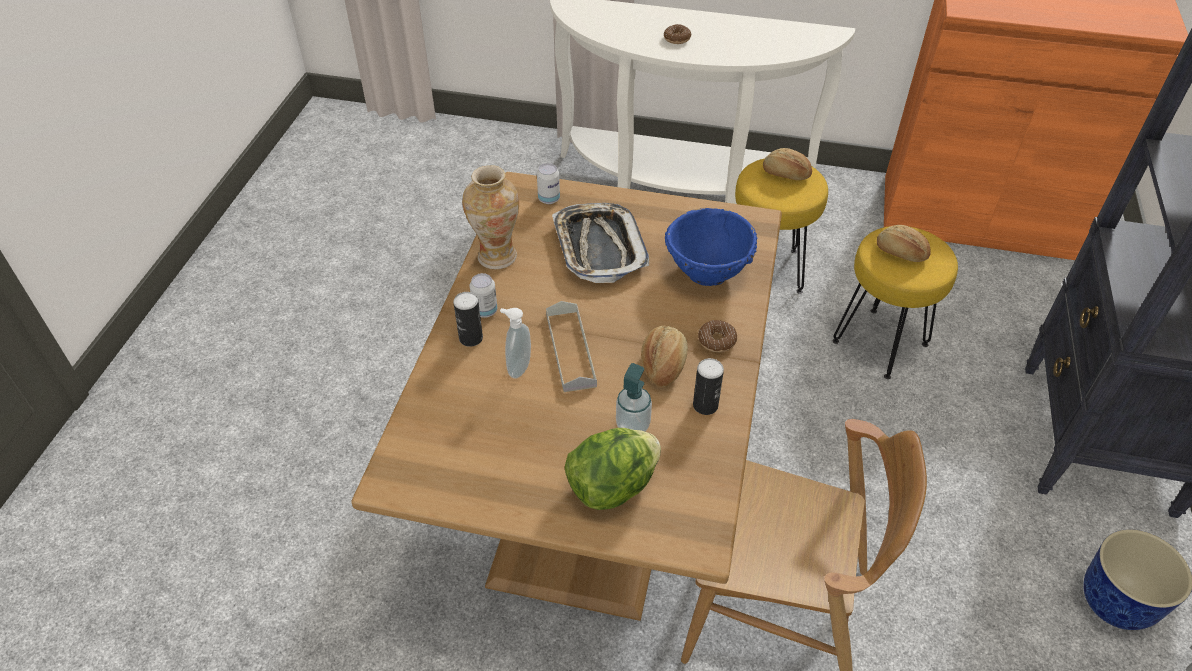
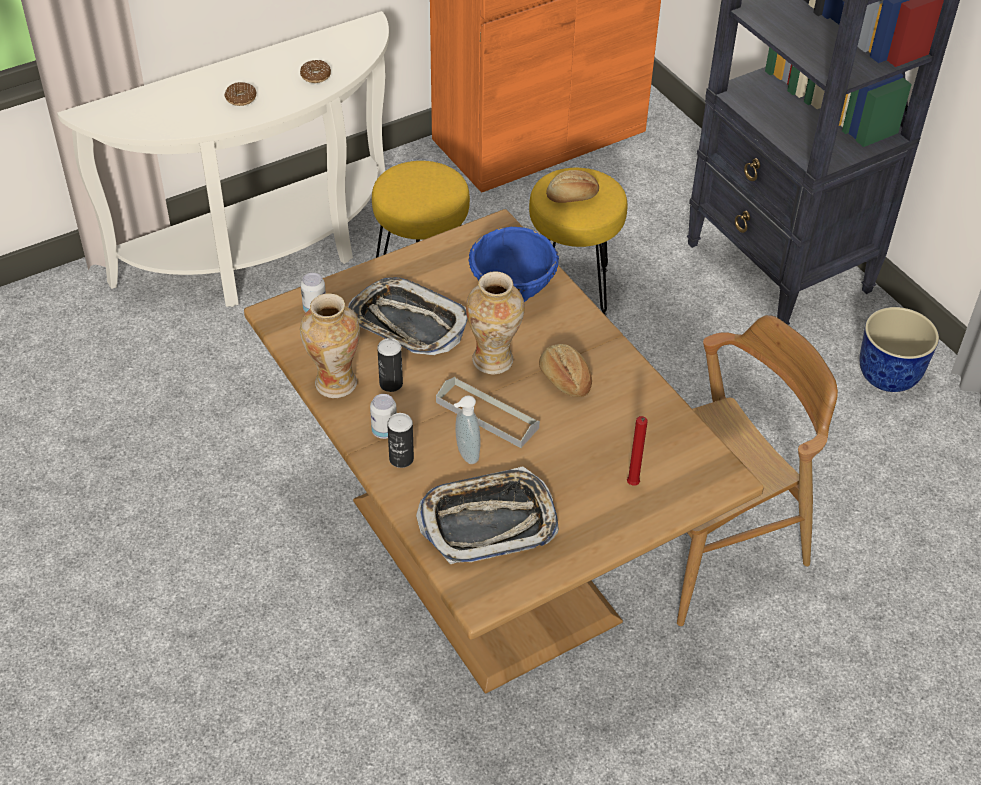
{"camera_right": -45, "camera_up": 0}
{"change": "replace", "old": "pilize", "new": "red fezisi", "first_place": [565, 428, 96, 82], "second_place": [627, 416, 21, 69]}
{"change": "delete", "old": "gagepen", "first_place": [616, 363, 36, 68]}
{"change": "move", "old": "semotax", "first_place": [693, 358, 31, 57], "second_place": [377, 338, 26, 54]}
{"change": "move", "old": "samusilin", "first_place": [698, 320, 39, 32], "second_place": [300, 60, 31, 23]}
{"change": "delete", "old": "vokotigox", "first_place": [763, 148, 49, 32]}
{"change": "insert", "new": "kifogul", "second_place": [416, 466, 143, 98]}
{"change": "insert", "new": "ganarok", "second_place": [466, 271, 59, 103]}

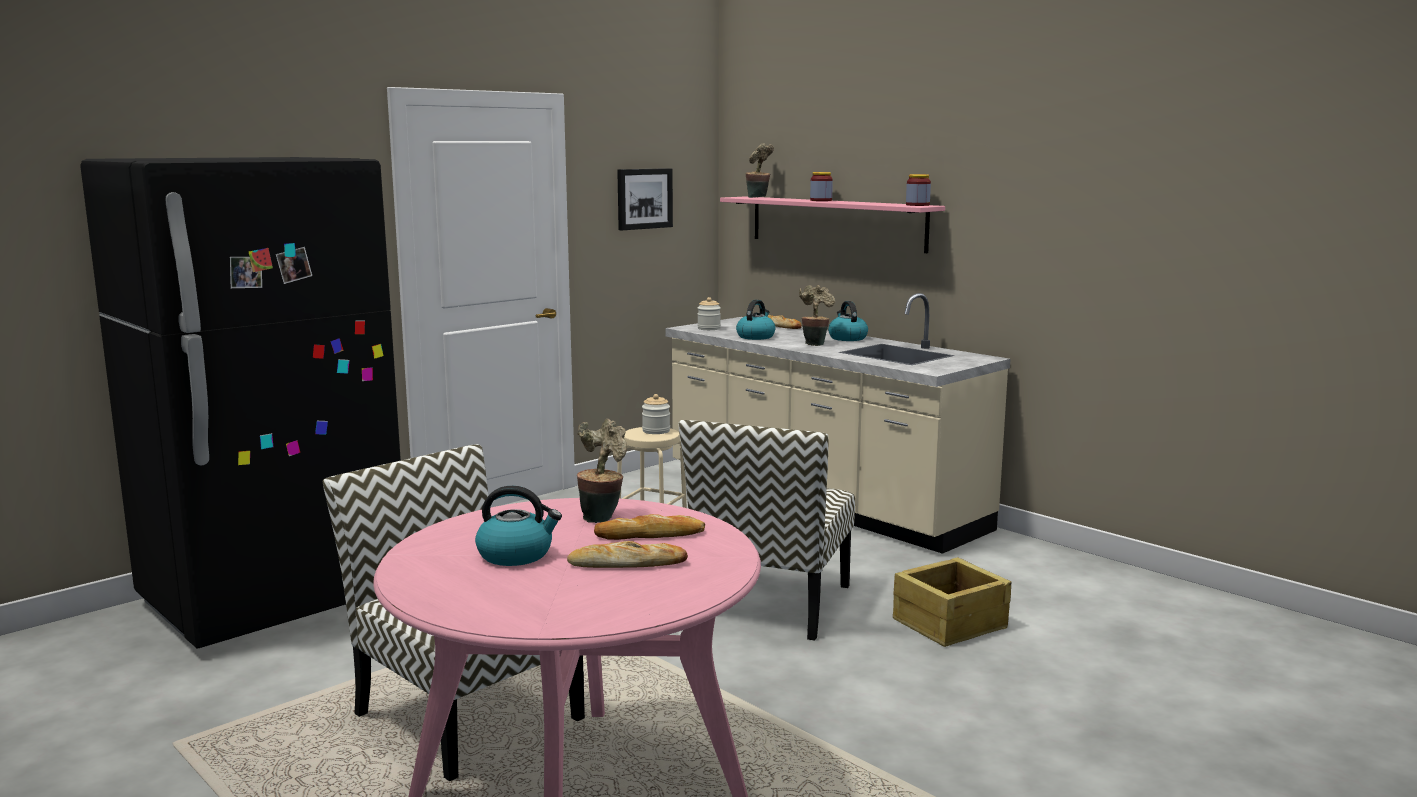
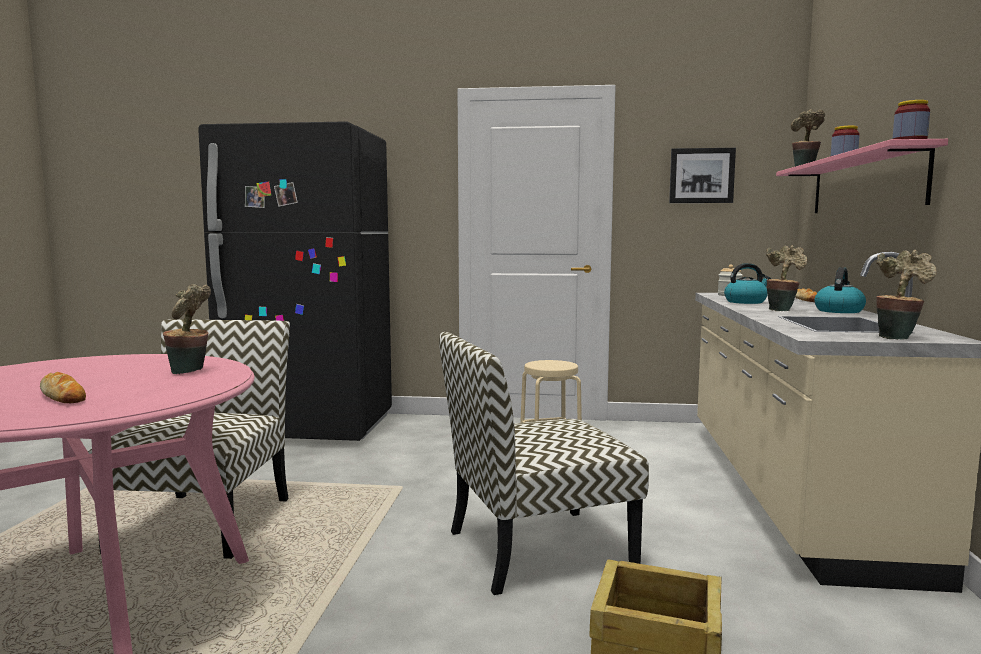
{"camera_right": 50, "camera_up": -5}
{"change": "delete", "old": "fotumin", "first_place": [475, 486, 87, 80]}
{"change": "delete", "old": "vokotigox", "first_place": [594, 514, 111, 26]}
{"change": "delete", "old": "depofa", "first_place": [642, 394, 28, 40]}
{"change": "insert", "new": "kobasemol", "second_place": [876, 250, 61, 90]}

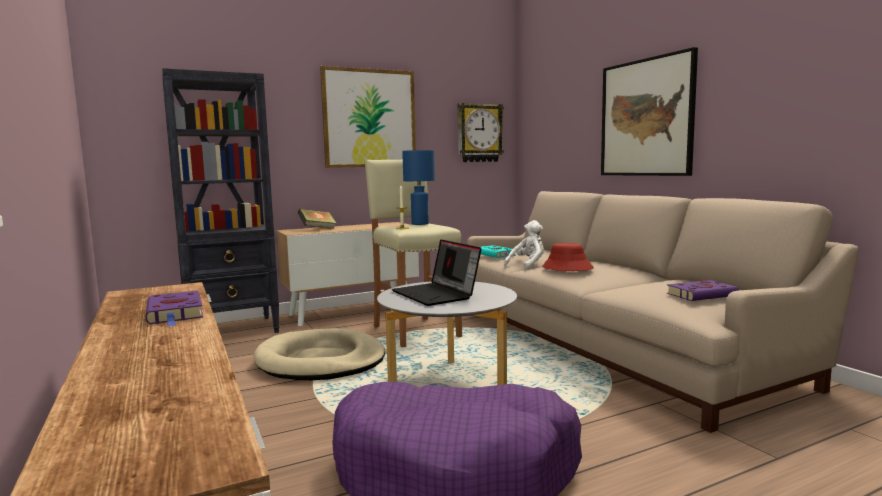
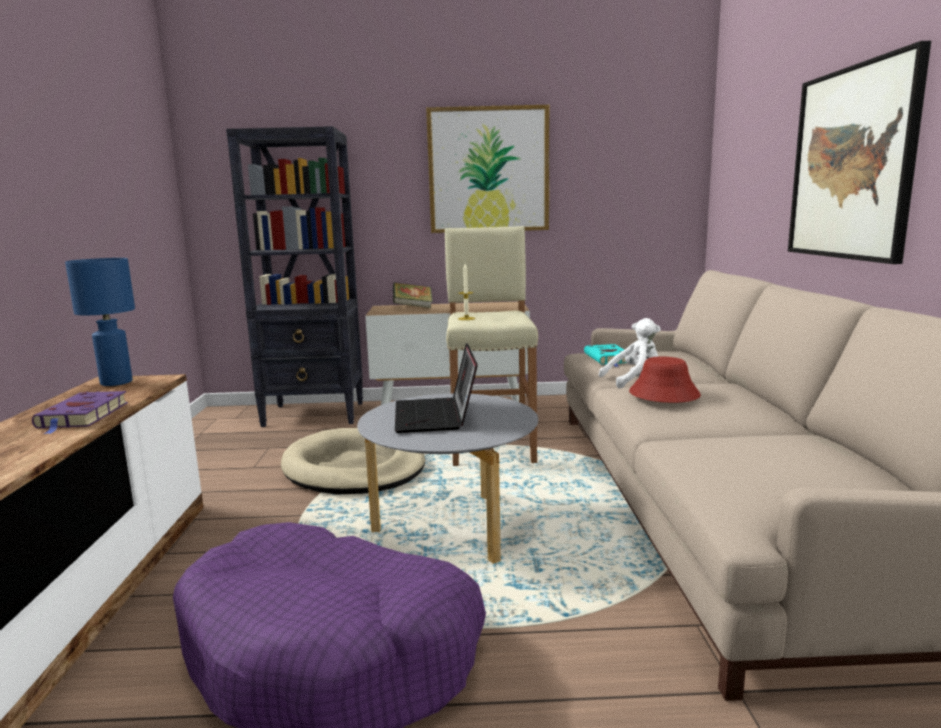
{"camera_right": 25, "camera_up": 5}
{"change": "move", "old": "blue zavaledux", "first_place": [402, 150, 33, 75], "second_place": [65, 258, 70, 128]}
{"change": "delete", "old": "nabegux", "first_place": [458, 103, 46, 59]}
{"change": "delete", "old": "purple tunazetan", "first_place": [667, 280, 72, 21]}

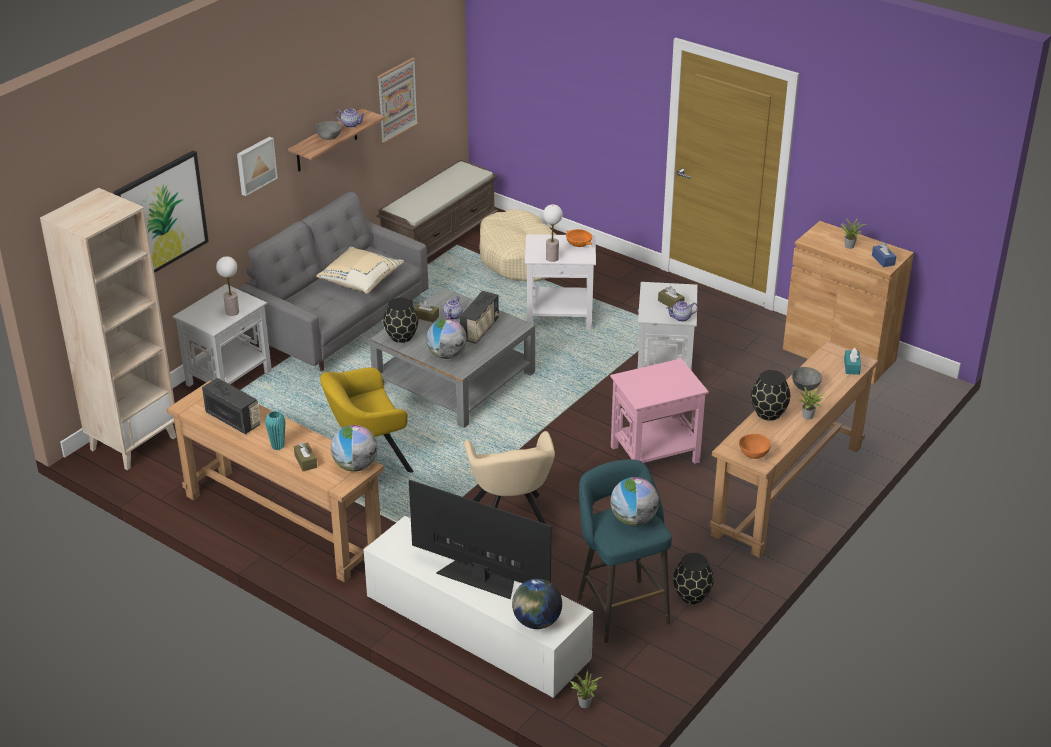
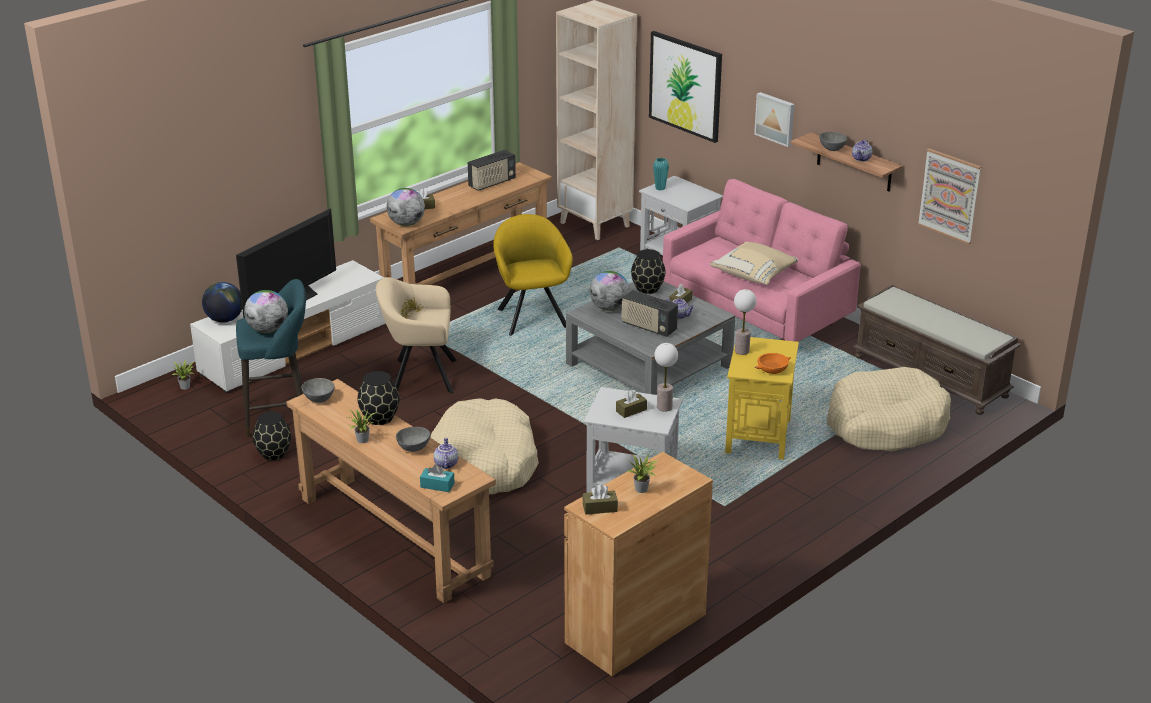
{"camera_right": 100, "camera_up": -5}
{"change": "move", "old": "zavaledux", "first_place": [216, 256, 23, 60], "second_place": [654, 343, 24, 69]}
{"change": "recolor", "old": "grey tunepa", "new": "pink tunepa", "first_place": [238, 191, 190, 180], "second_place": [663, 179, 198, 163]}
{"change": "move", "old": "turquoise ganarok", "first_place": [265, 411, 20, 39], "second_place": [653, 158, 16, 33]}
{"change": "recolor", "old": "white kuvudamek", "new": "yellow kuvudamek", "first_place": [525, 234, 71, 96], "second_place": [725, 337, 74, 123]}
{"change": "replace", "old": "pink kuvudamek", "new": "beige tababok", "first_place": [610, 359, 99, 105], "second_place": [431, 398, 108, 96]}
{"change": "move", "old": "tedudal", "first_place": [666, 301, 32, 21], "second_place": [434, 438, 25, 31]}
{"change": "recolor", "old": "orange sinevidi", "new": "grey sinevidi", "first_place": [739, 434, 32, 25], "second_place": [301, 378, 33, 25]}
{"change": "recolor", "old": "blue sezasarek", "new": "brown sezasarek", "first_place": [872, 242, 24, 25], "second_place": [583, 484, 35, 31]}

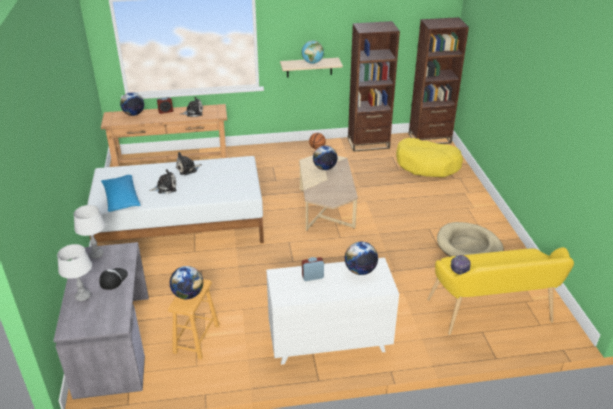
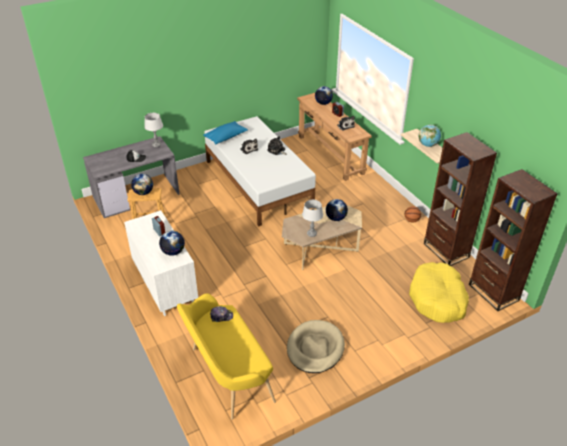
{"camera_right": 70, "camera_up": 5}
{"change": "move", "old": "grey zavaledux", "first_place": [57, 244, 35, 57], "second_place": [302, 200, 21, 37]}

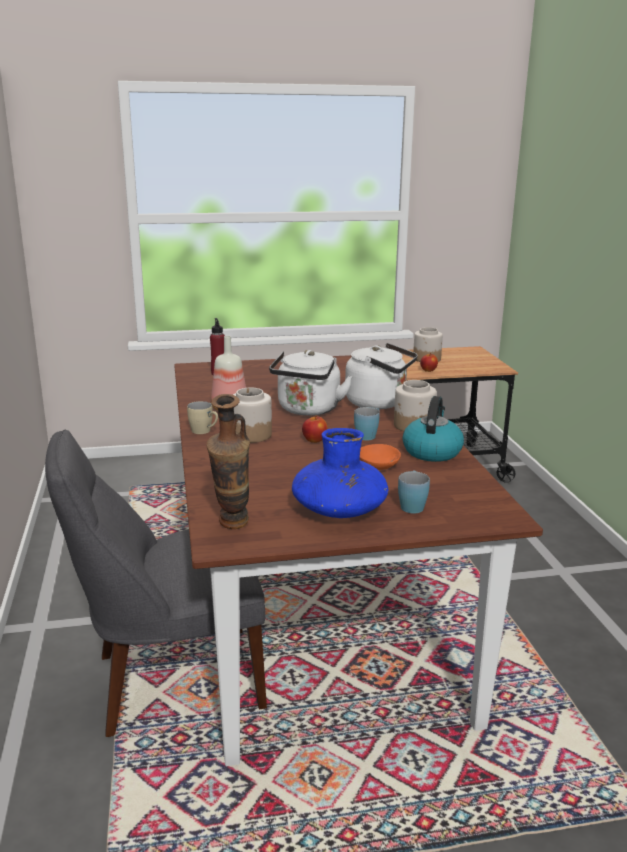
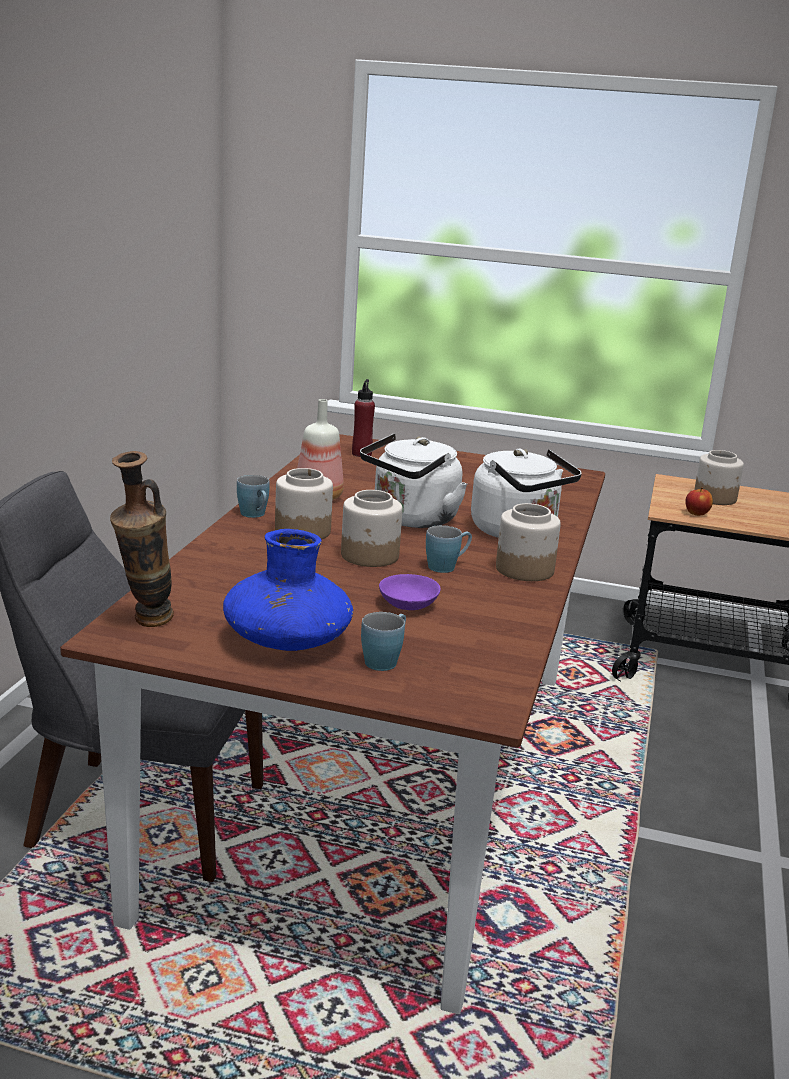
{"camera_right": 25, "camera_up": 0}
{"change": "recolor", "old": "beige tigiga", "new": "blue tigiga", "first_place": [187, 401, 31, 33], "second_place": [237, 475, 33, 43]}
{"change": "replace", "old": "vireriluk", "new": "depofa", "first_place": [302, 415, 26, 28], "second_place": [341, 490, 62, 77]}
{"change": "recolor", "old": "orange sinevidi", "new": "purple sinevidi", "first_place": [360, 444, 41, 26], "second_place": [379, 574, 61, 36]}
{"change": "delete", "old": "fotumin", "first_place": [403, 396, 61, 66]}

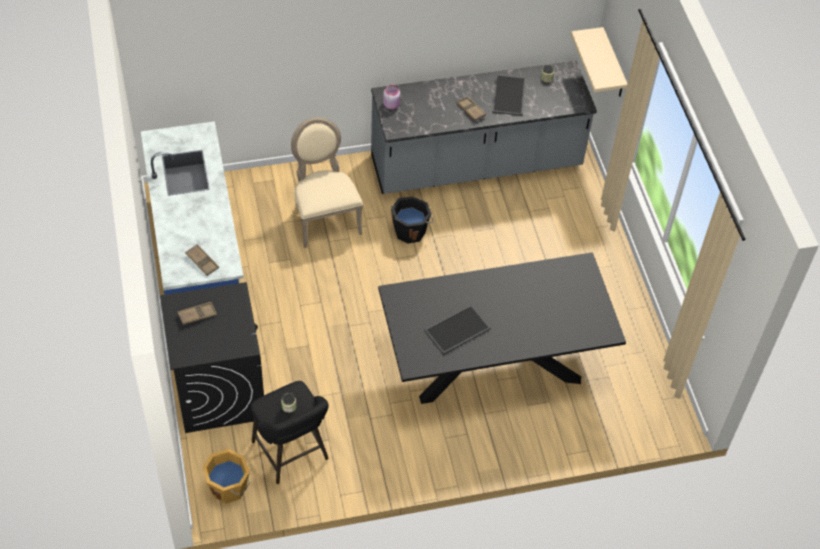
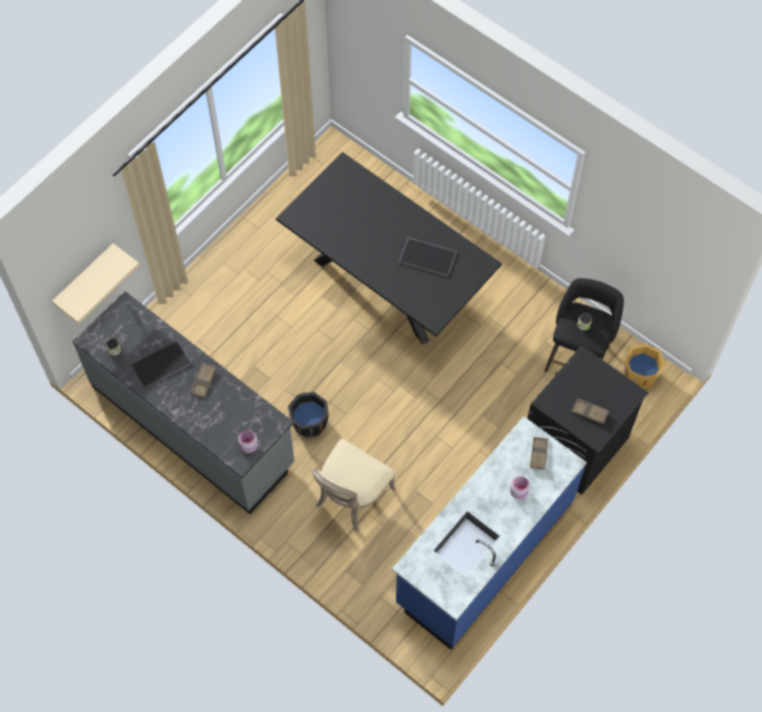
{"camera_right": -125, "camera_up": 10}
{"change": "insert", "new": "pink depofa", "second_place": [510, 476, 20, 23]}

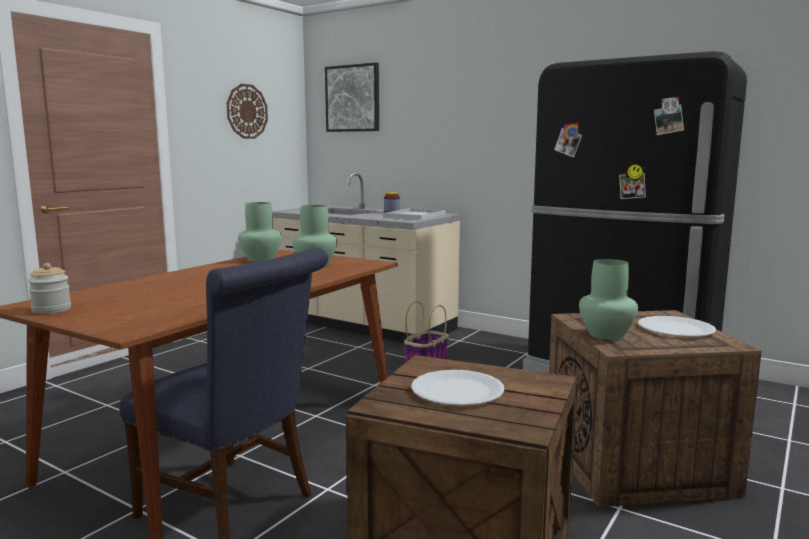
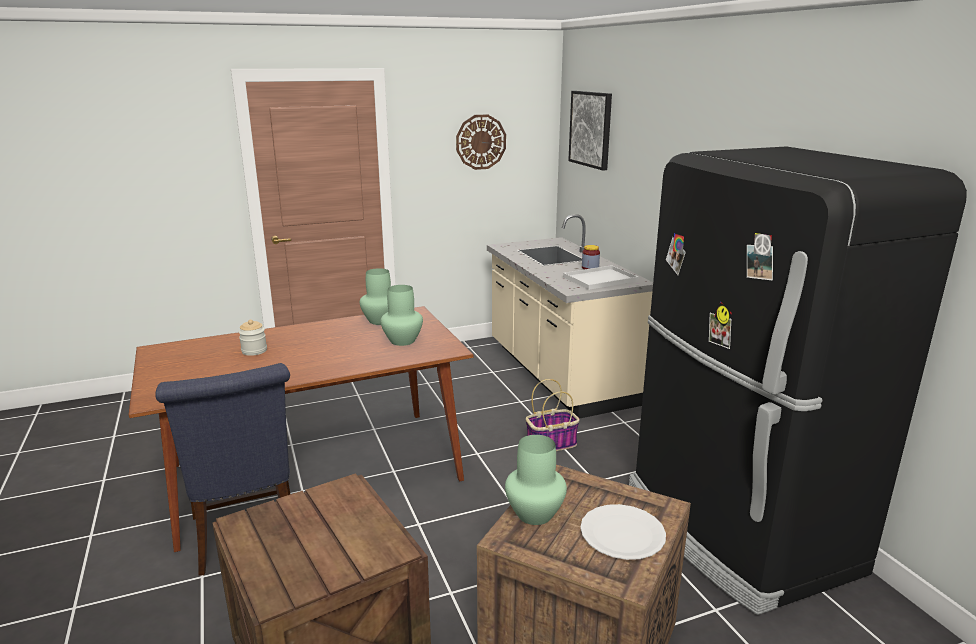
{"camera_right": 35, "camera_up": 10}
{"change": "move", "old": "depofa", "first_place": [28, 263, 43, 51], "second_place": [239, 319, 28, 37]}
{"change": "delete", "old": "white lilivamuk", "first_place": [411, 370, 93, 36]}

